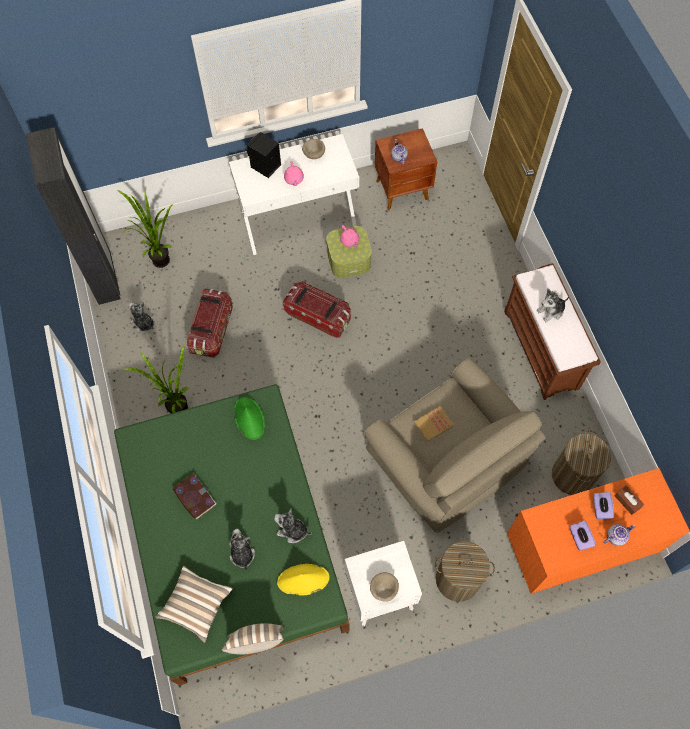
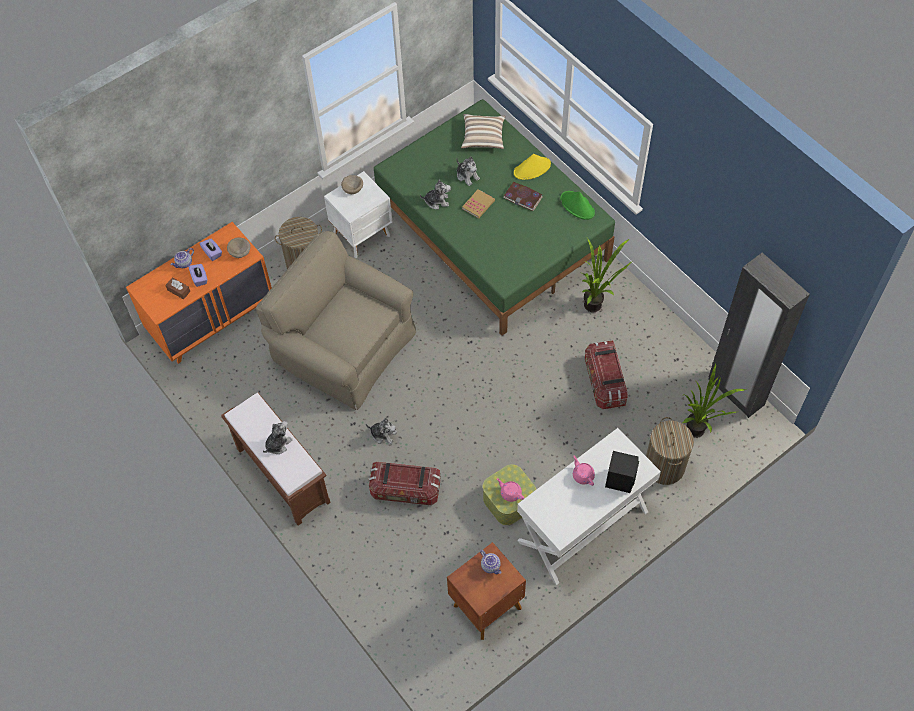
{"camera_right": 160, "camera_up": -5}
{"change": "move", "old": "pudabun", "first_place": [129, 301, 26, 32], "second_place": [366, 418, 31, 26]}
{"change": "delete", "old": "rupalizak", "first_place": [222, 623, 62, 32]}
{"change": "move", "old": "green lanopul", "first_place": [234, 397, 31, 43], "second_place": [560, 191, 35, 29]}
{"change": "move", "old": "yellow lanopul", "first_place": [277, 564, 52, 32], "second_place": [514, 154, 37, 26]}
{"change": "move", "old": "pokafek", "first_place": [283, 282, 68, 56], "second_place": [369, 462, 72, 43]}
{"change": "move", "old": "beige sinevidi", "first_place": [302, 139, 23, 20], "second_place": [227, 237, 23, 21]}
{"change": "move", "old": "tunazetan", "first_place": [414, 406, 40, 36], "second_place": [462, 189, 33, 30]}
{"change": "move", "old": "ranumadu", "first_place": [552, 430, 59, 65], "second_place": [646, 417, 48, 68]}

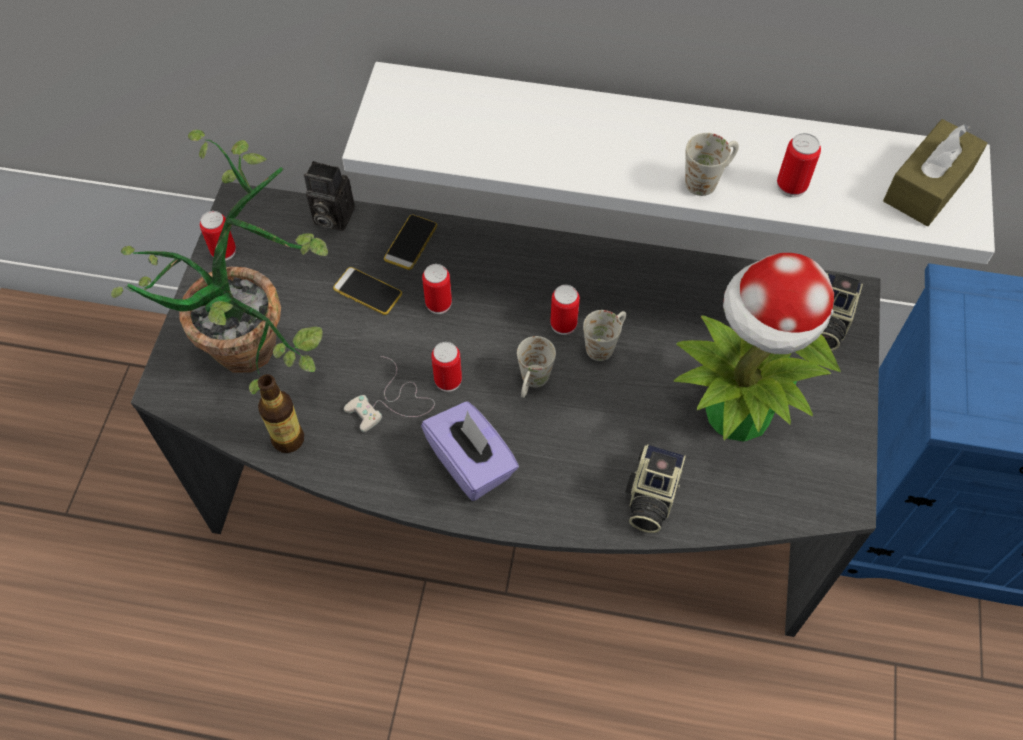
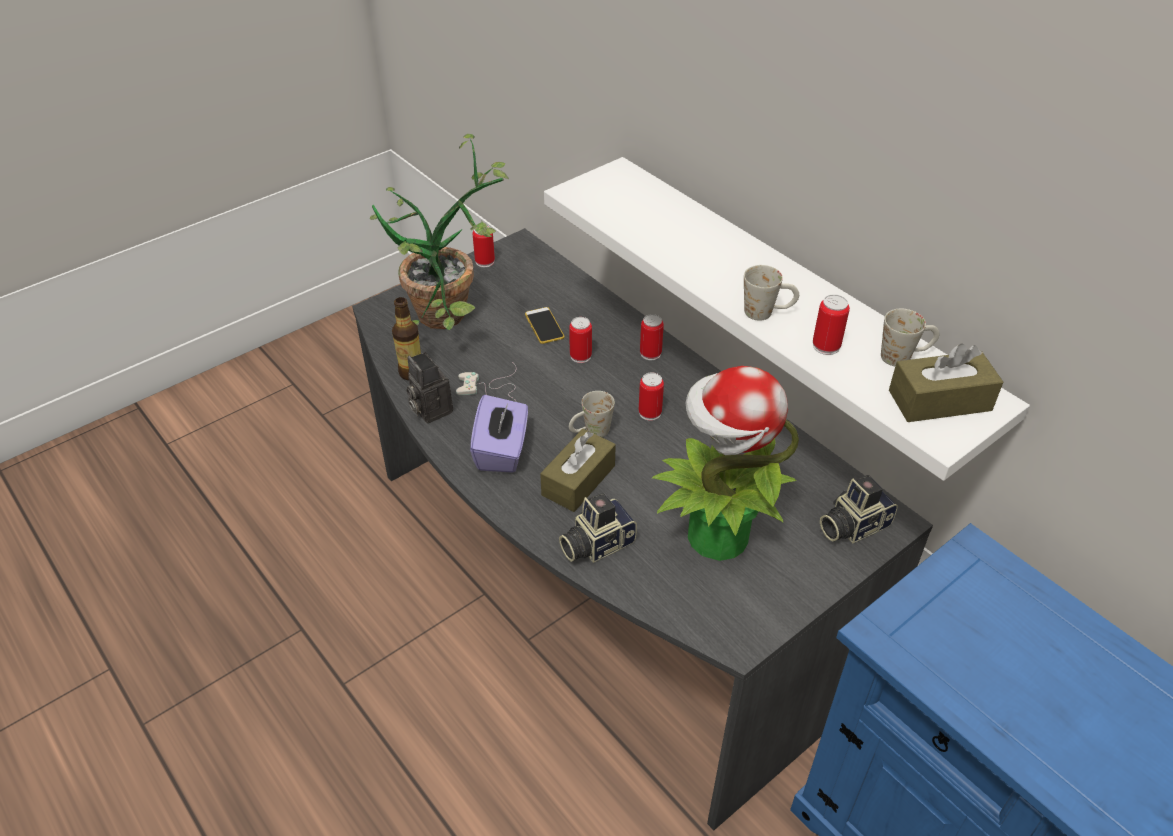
{"camera_right": 40, "camera_up": -15}
{"change": "move", "old": "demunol", "first_place": [304, 161, 51, 70], "second_place": [406, 352, 47, 71]}
{"change": "delete", "old": "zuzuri", "first_place": [384, 215, 53, 55]}
{"change": "move", "old": "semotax", "first_place": [431, 342, 31, 50], "second_place": [640, 314, 24, 46]}
{"change": "move", "old": "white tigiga", "first_place": [583, 310, 43, 51], "second_place": [881, 309, 58, 57]}
{"change": "insert", "new": "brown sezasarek", "second_place": [540, 429, 76, 83]}

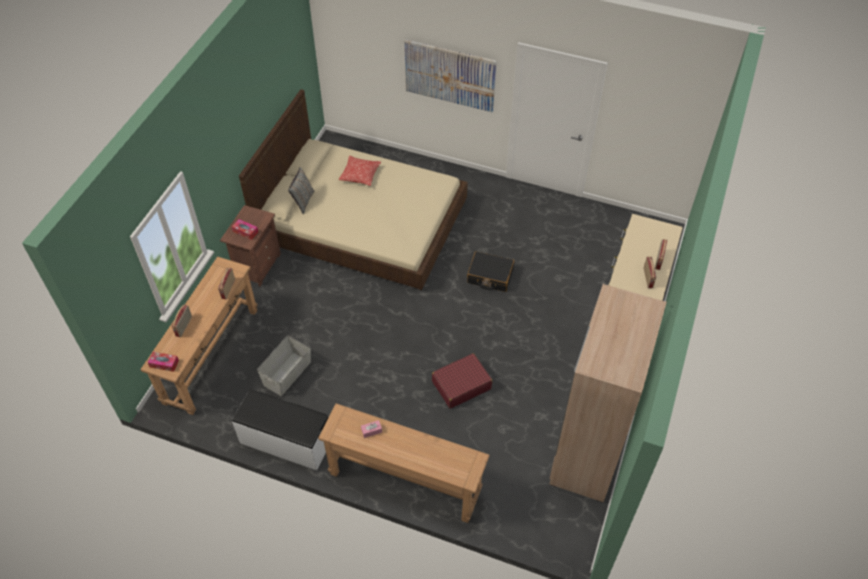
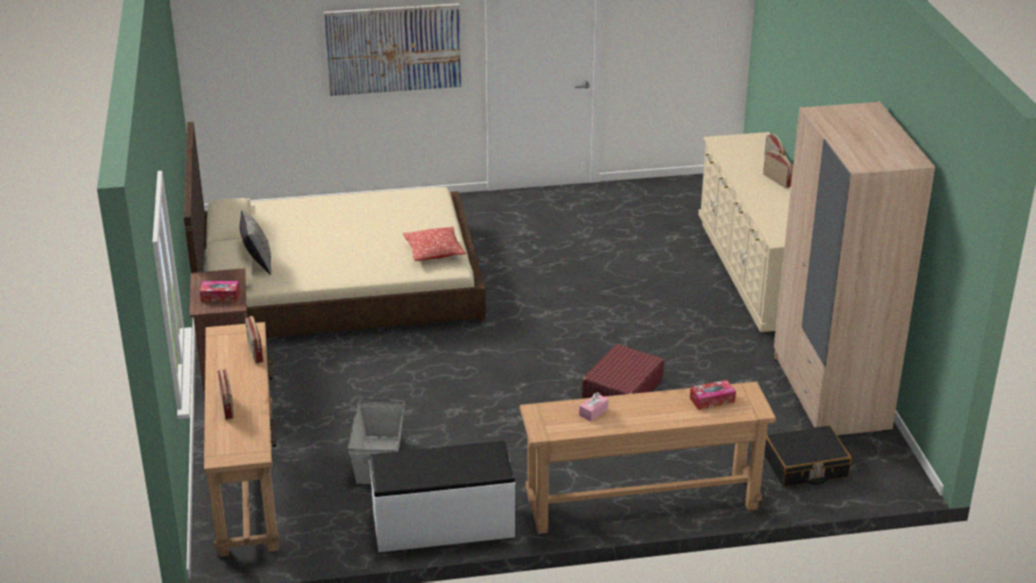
{"camera_right": -30, "camera_up": -20}
{"change": "move", "old": "sezasarek", "first_place": [148, 352, 31, 20], "second_place": [690, 380, 46, 30]}
{"change": "move", "old": "rupalizak", "first_place": [339, 156, 42, 30], "second_place": [403, 227, 63, 34]}
{"change": "move", "old": "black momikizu", "first_place": [467, 251, 47, 41], "second_place": [764, 425, 88, 62]}

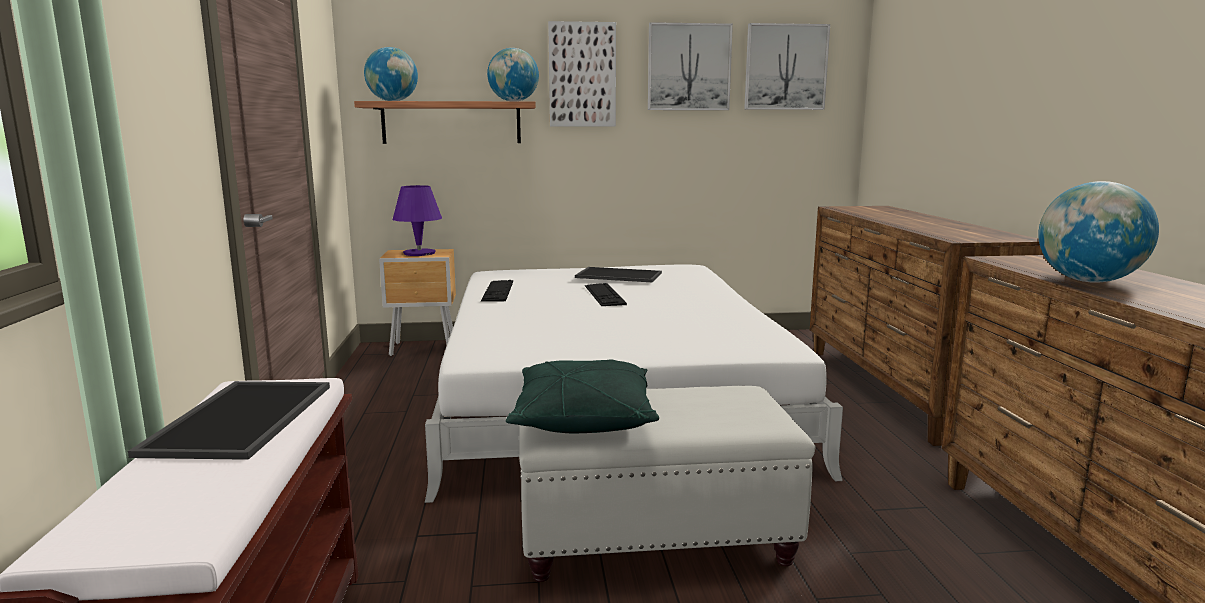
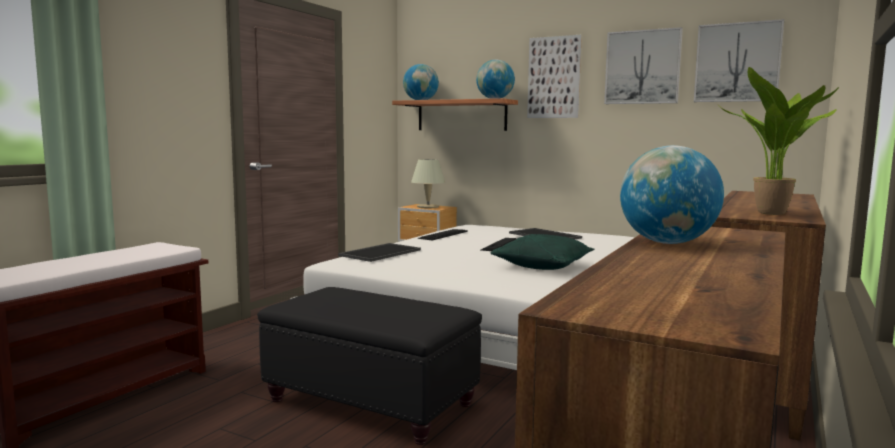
{"camera_right": 35, "camera_up": -5}
{"change": "move", "old": "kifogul", "first_place": [128, 381, 202, 79], "second_place": [338, 243, 83, 19]}
{"change": "recolor", "old": "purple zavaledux", "new": "beige zavaledux", "first_place": [393, 185, 49, 71], "second_place": [411, 159, 34, 49]}
{"change": "move", "old": "green rupalizak", "first_place": [506, 360, 153, 73], "second_place": [491, 234, 103, 36]}
{"change": "recolor", "old": "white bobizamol", "new": "black bobizamol", "first_place": [519, 386, 296, 196], "second_place": [257, 287, 225, 158]}
{"change": "insert", "new": "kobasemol", "second_place": [719, 67, 120, 148]}

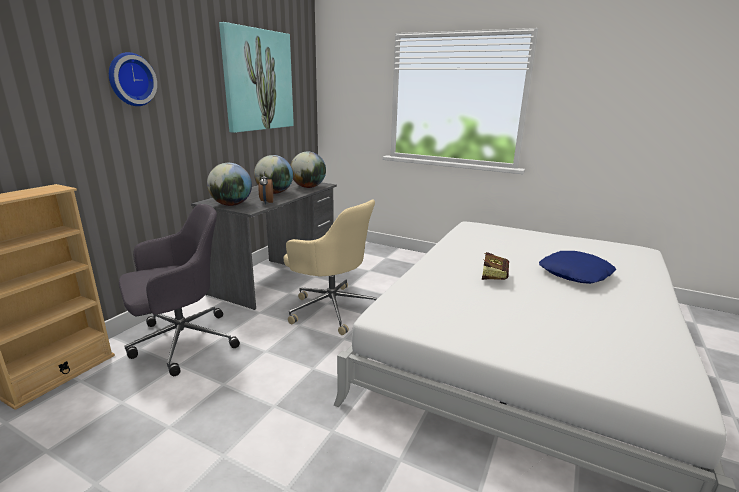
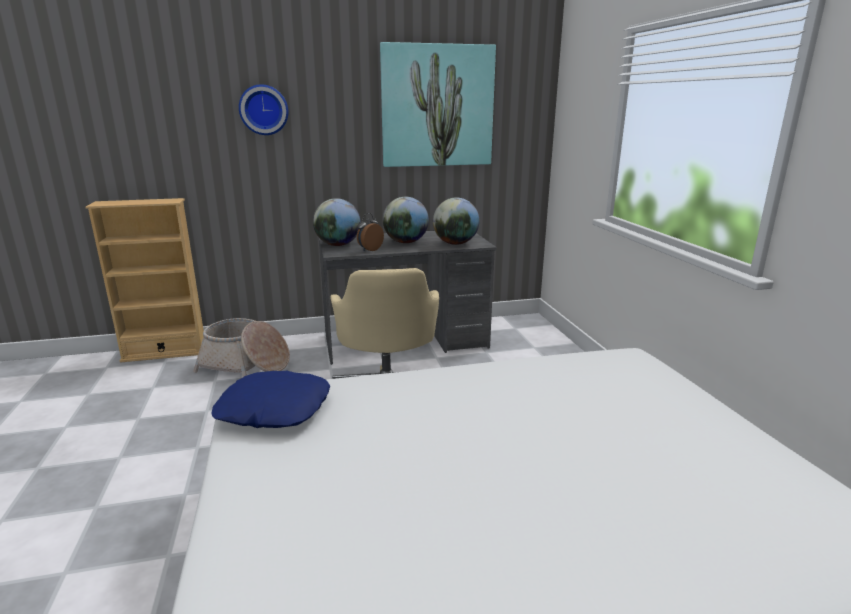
{"camera_right": 50, "camera_up": 0}
{"change": "replace", "old": "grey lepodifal", "new": "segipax", "first_place": [119, 204, 121, 172], "second_place": [193, 318, 97, 59]}
{"change": "delete", "old": "tunazetan", "first_place": [482, 252, 27, 28]}
{"change": "move", "old": "blue rupalizak", "first_place": [539, 251, 77, 33], "second_place": [211, 371, 119, 57]}

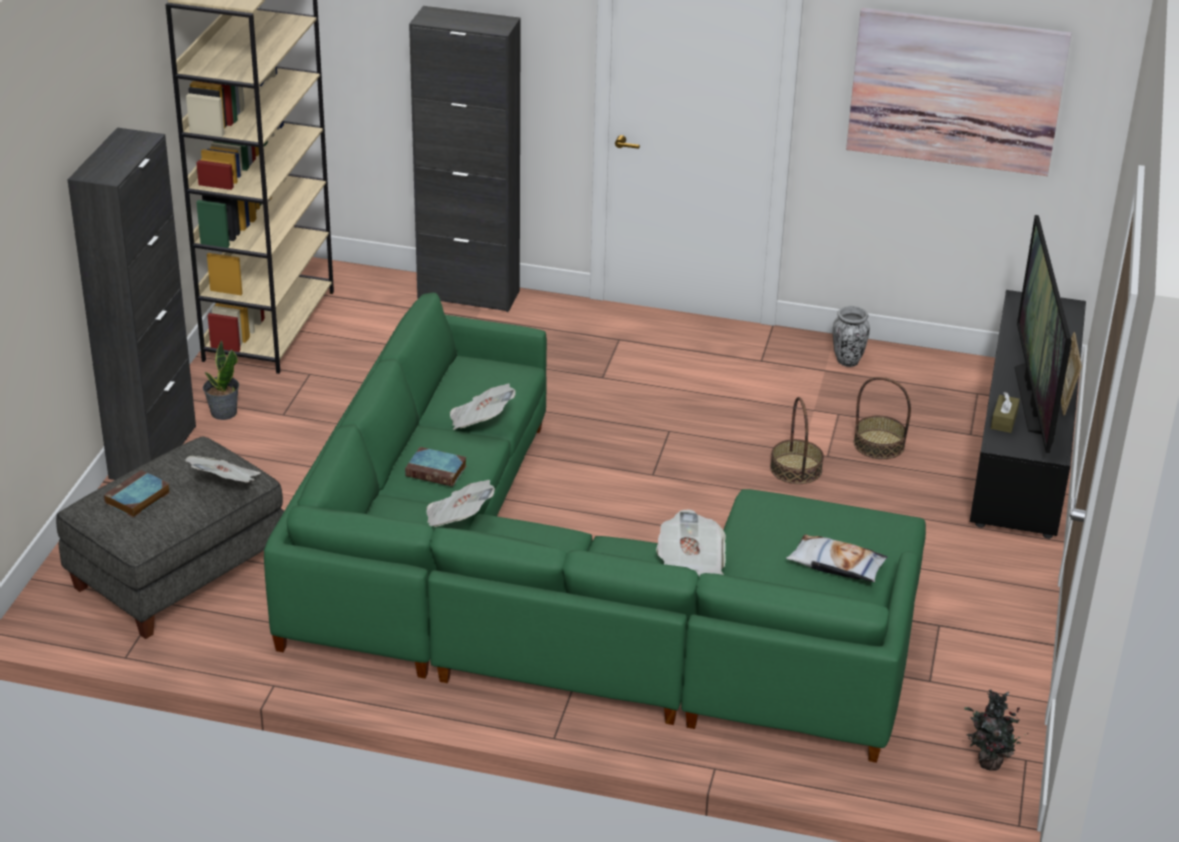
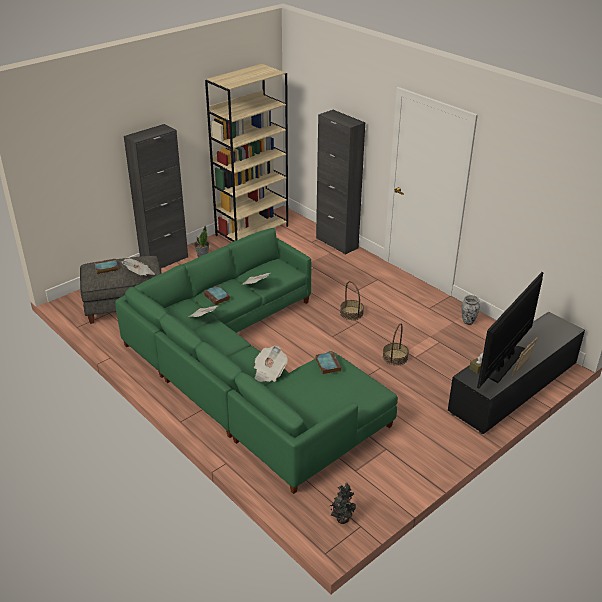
{"camera_right": 35, "camera_up": 0}
{"change": "delete", "old": "rupalizak", "first_place": [786, 534, 102, 48]}
{"change": "delete", "old": "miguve", "first_place": [846, 8, 226, 168]}
{"change": "move", "old": "segipax", "first_place": [854, 377, 57, 82], "second_place": [340, 281, 24, 39]}
{"change": "insert", "new": "tunazetan", "second_place": [315, 352, 27, 23]}

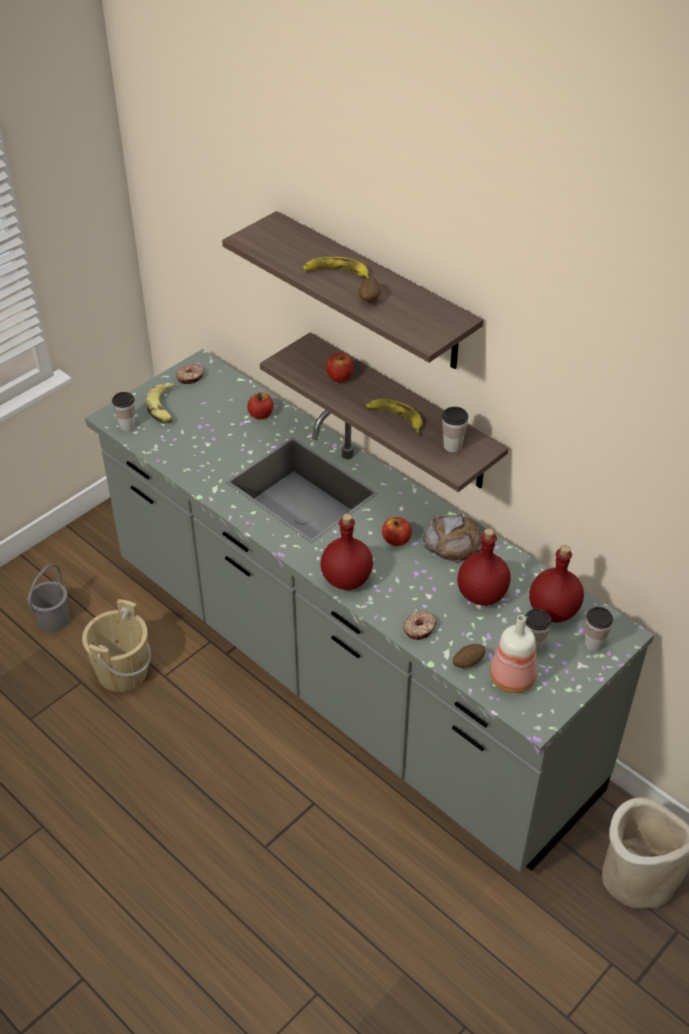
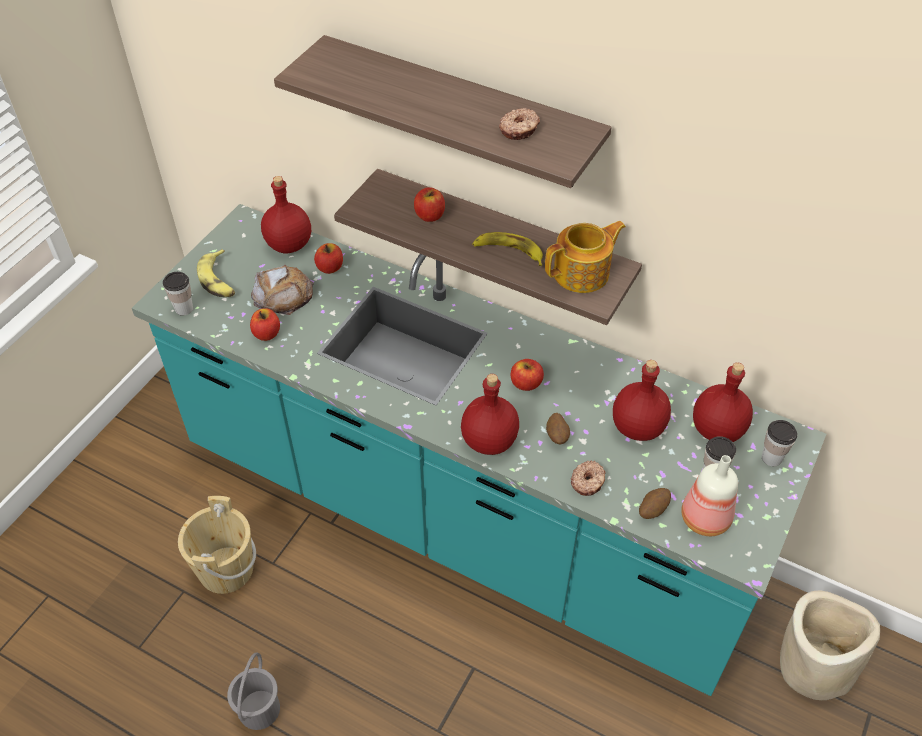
{"camera_right": -15, "camera_up": 5}
{"change": "move", "old": "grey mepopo", "first_place": [27, 564, 43, 68], "second_place": [227, 652, 53, 78]}
{"change": "recolor", "old": "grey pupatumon", "new": "turquoise pupatumon", "first_place": [85, 349, 569, 523], "second_place": [132, 204, 694, 492]}
{"change": "move", "old": "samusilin", "first_place": [176, 364, 29, 20], "second_place": [499, 108, 41, 32]}
{"change": "delete", "old": "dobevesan", "first_place": [302, 257, 67, 22]}
{"change": "move", "old": "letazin", "first_place": [359, 277, 22, 25], "second_place": [546, 413, 24, 31]}
{"change": "move", "old": "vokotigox", "first_place": [423, 514, 59, 49], "second_place": [251, 265, 63, 50]}
{"change": "replace", "old": "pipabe", "new": "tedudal", "first_place": [442, 407, 26, 45], "second_place": [545, 221, 81, 72]}
{"change": "insert", "new": "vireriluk", "second_place": [250, 308, 30, 33]}
{"change": "insert", "new": "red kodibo", "second_place": [261, 176, 50, 77]}

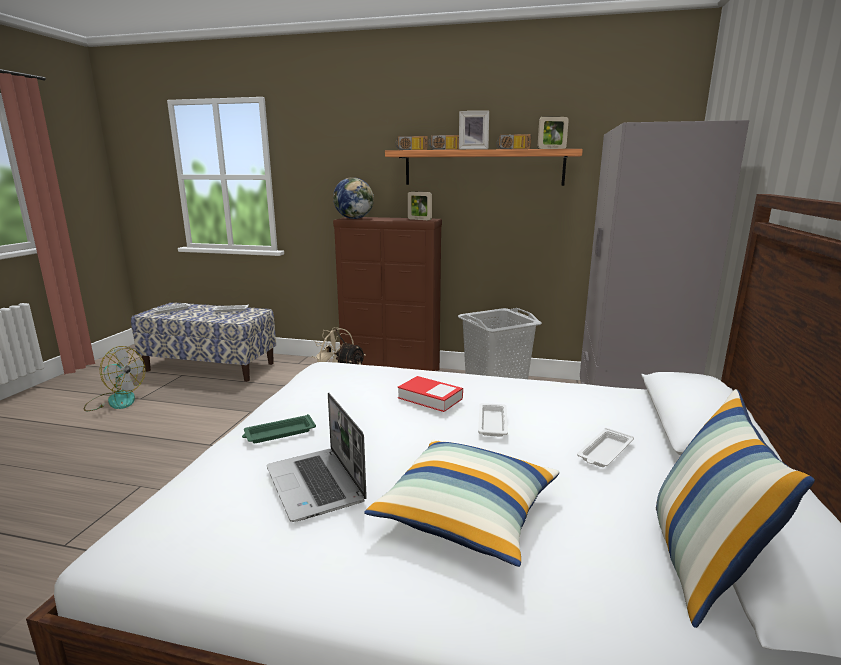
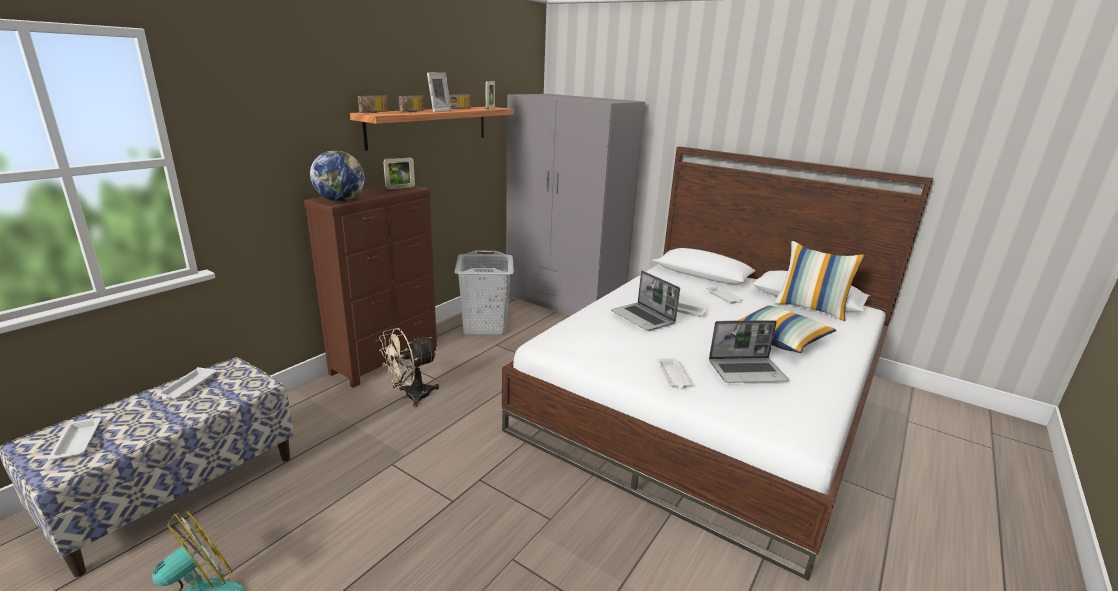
{"camera_right": -70, "camera_up": 5}
{"change": "recolor", "old": "green kifogul", "new": "white kifogul", "first_place": [242, 414, 74, 29], "second_place": [657, 358, 35, 30]}
{"change": "replace", "old": "tunazetan", "new": "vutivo", "first_place": [398, 376, 65, 36], "second_place": [611, 271, 69, 60]}

